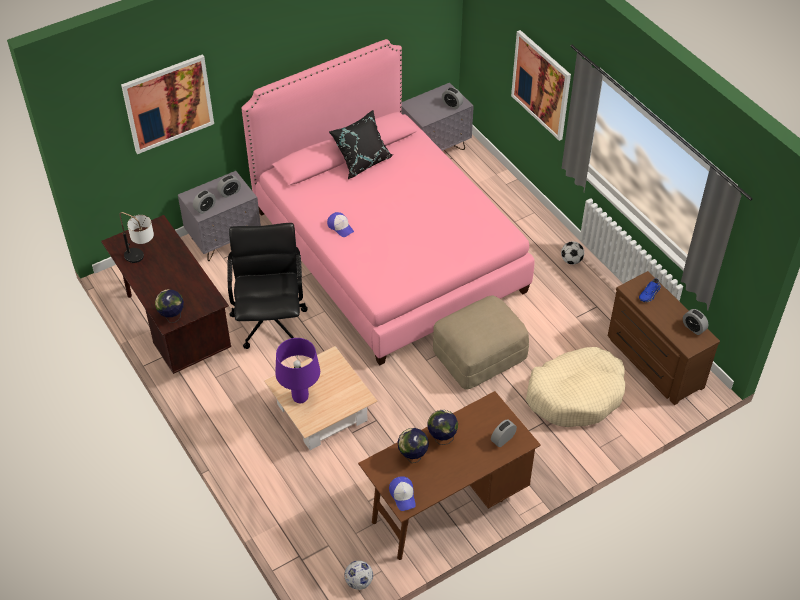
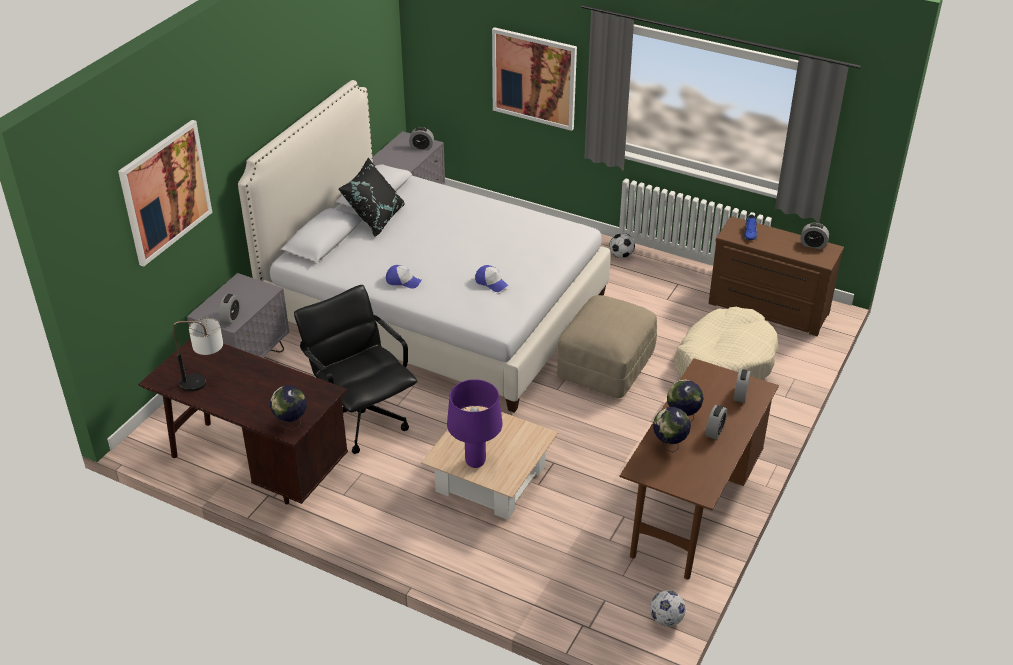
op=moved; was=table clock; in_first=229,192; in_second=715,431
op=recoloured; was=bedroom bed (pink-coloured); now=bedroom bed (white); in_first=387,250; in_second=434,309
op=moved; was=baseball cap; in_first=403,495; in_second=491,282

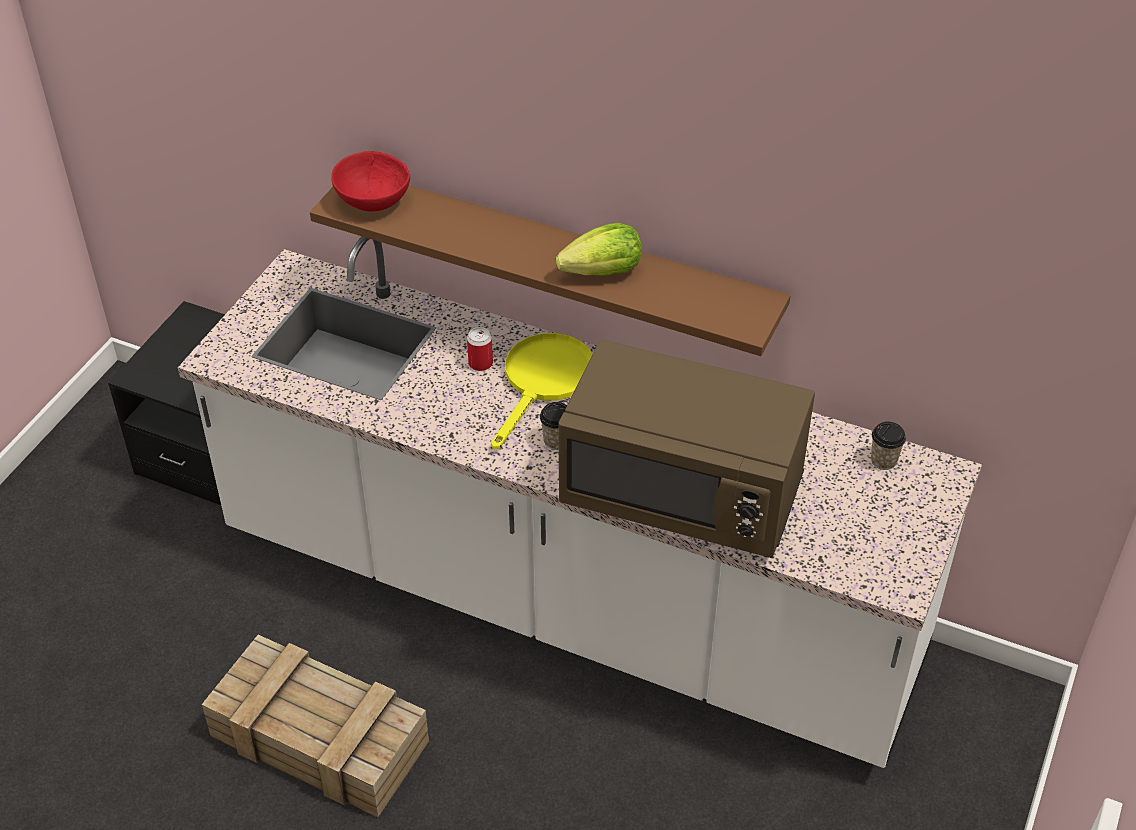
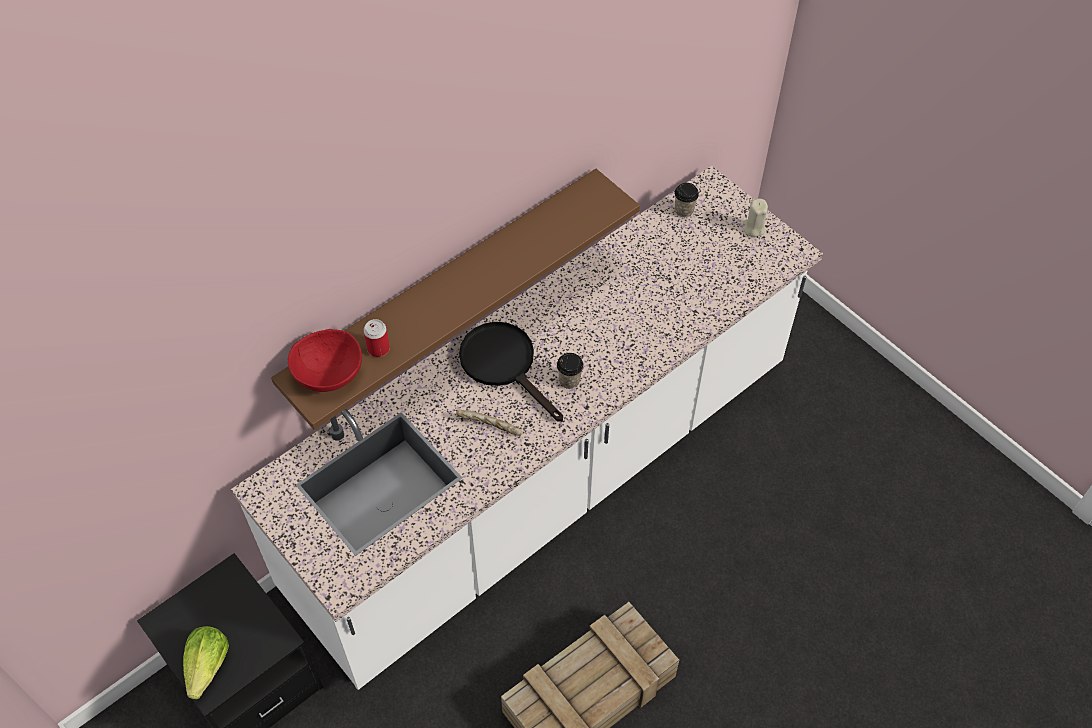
op=moved; was=metal can; in_first=480,363; in_second=378,348
op=recoloured; was=pan (yellowish); now=pan (black-coloured); in_first=544,382; in_second=504,365
op=moved; was=head of lettuce; in_first=603,272; in_second=208,666
op=removed; was=kitchen microwave (brown-coloured); in_first=683,493
op=added; now=bakery bread; in_second=489,426
op=added; now=wax candle (beige); in_second=753,228

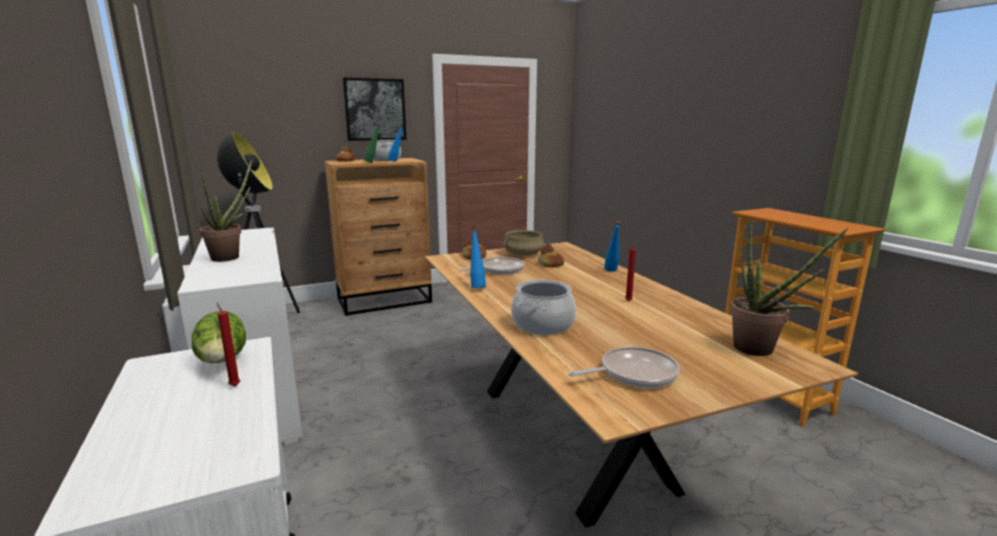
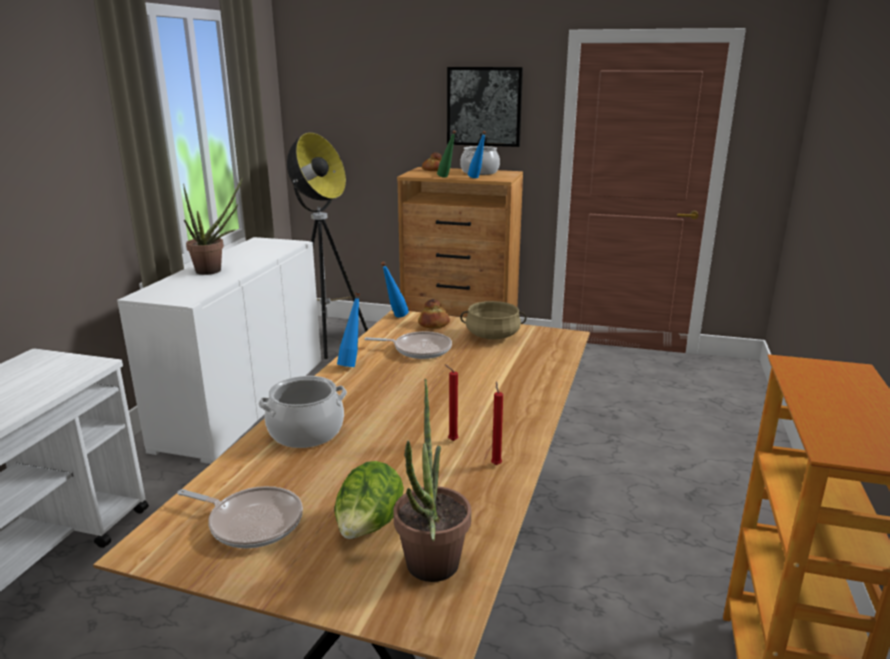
op=moved; was=head of lettuce; in_first=223,362; in_second=369,528
op=moved; was=wax candle (red-coloured); in_first=234,385; in_second=496,464
op=removed; was=bakery bread; in_first=551,264
op=moved; was=bottle (bluish); in_first=612,272; in_second=395,317

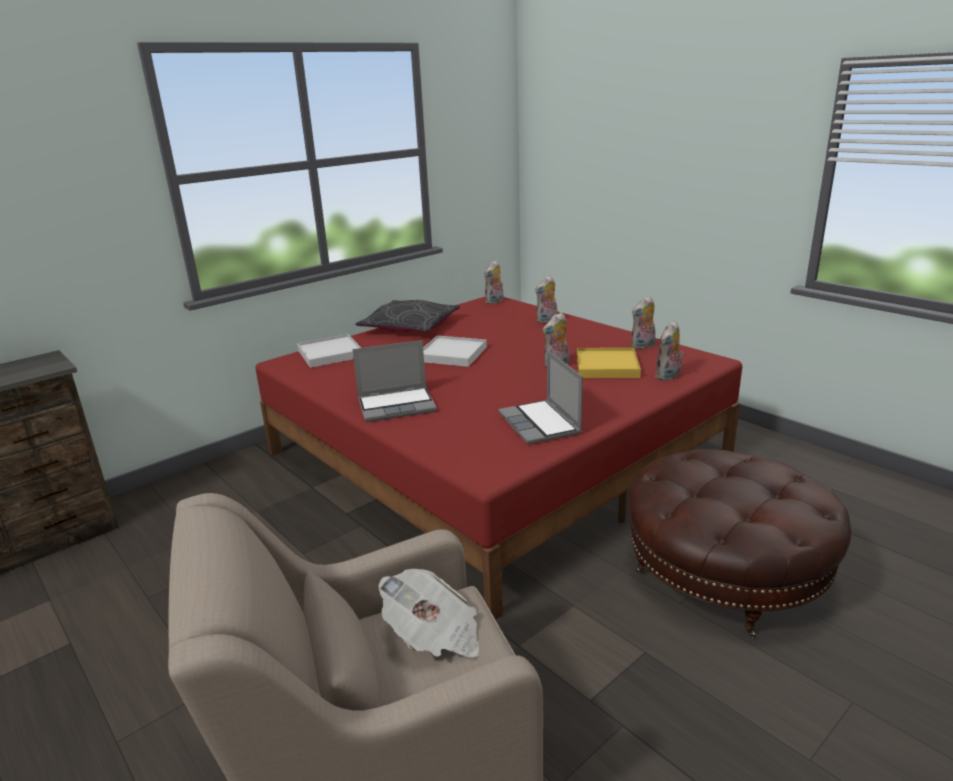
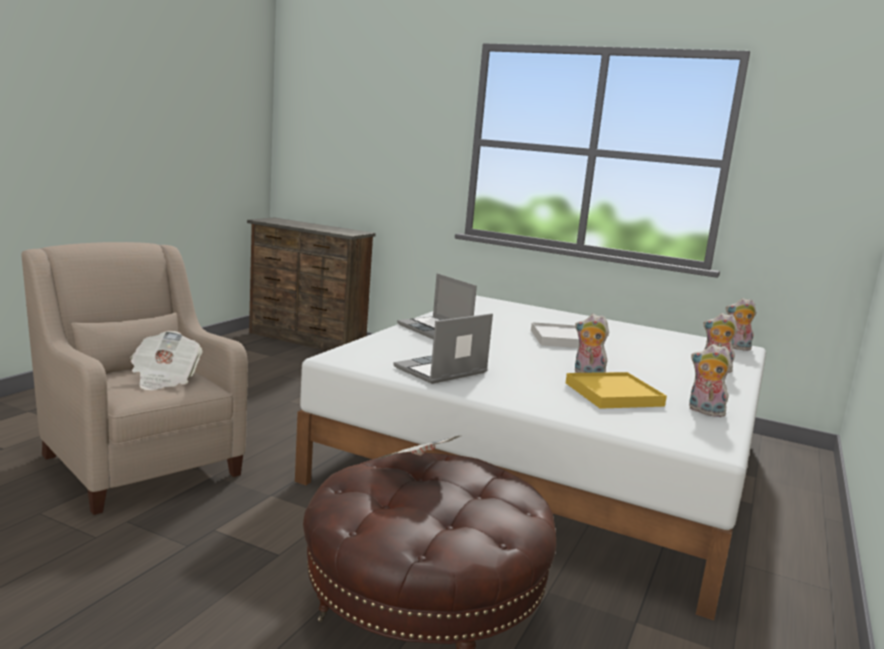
op=recoloured; was=bedroom bed (red-coloured); now=bedroom bed (white); in_first=494,456; in_second=550,459
op=removed; was=tray (white); in_first=330,354
op=removed; was=cushion (gray); in_first=410,327
op=removed; was=plush toy; in_first=668,376
op=added; now=newspaper; in_second=415,468

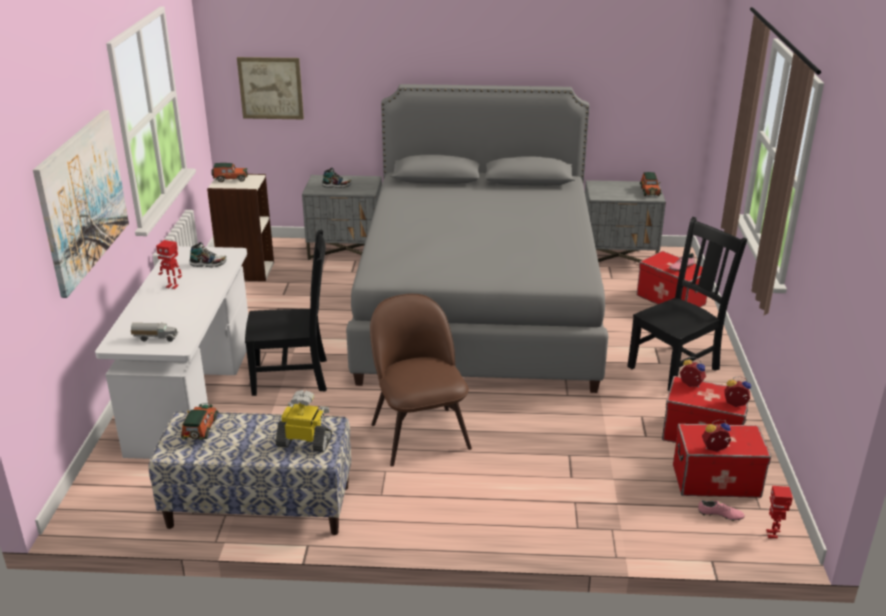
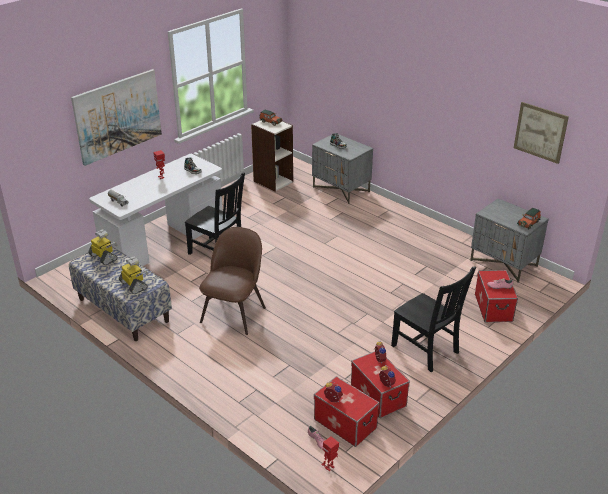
op=replaced; was=model car; now=model robot; in_first=200,430; in_second=104,257
op=moved; was=wall picture; in_first=270,88; in_second=540,132
op=removed; was=bedroom bed (gray); in_first=478,307
op=turned; was=upright chair (black-coloured); in_first=676,367; in_second=426,350; clockwise=45

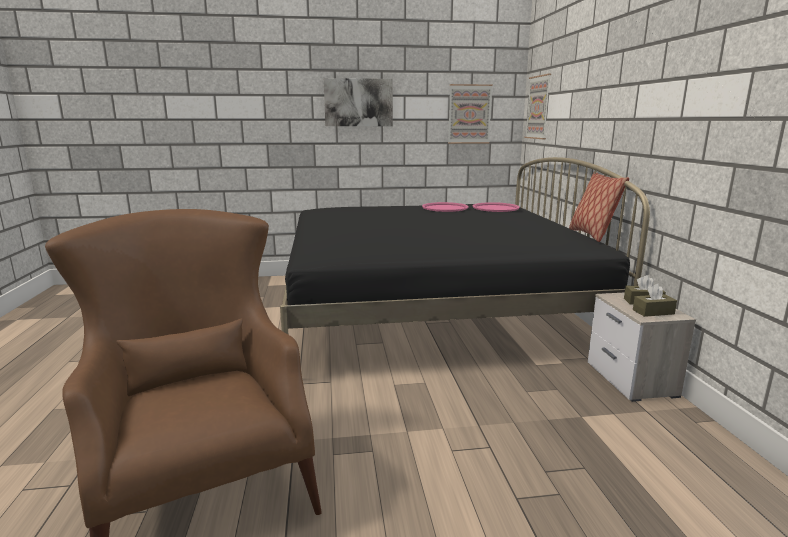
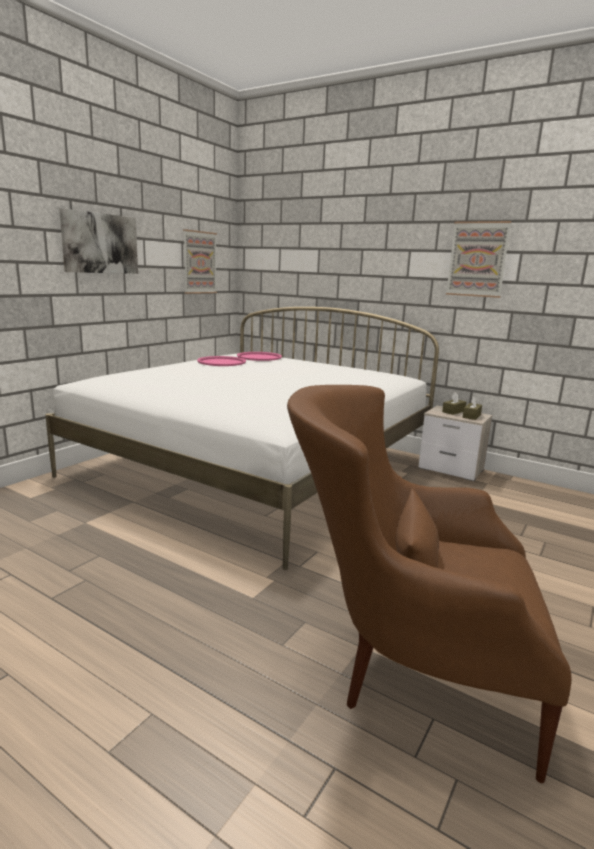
op=recoloured; was=bedroom bed (black-coloured); now=bedroom bed (white); in_first=431,309; in_second=256,466
op=moved; was=wall picture; in_first=538,107; in_second=477,259
op=removed; was=cushion; in_first=592,235

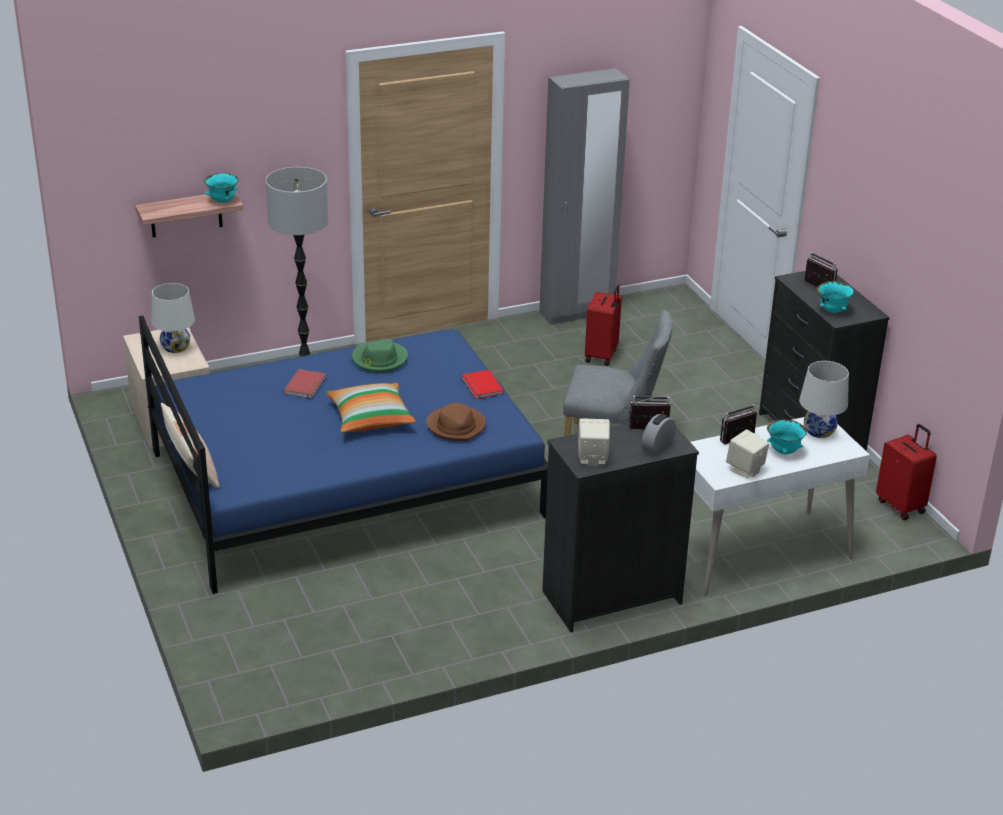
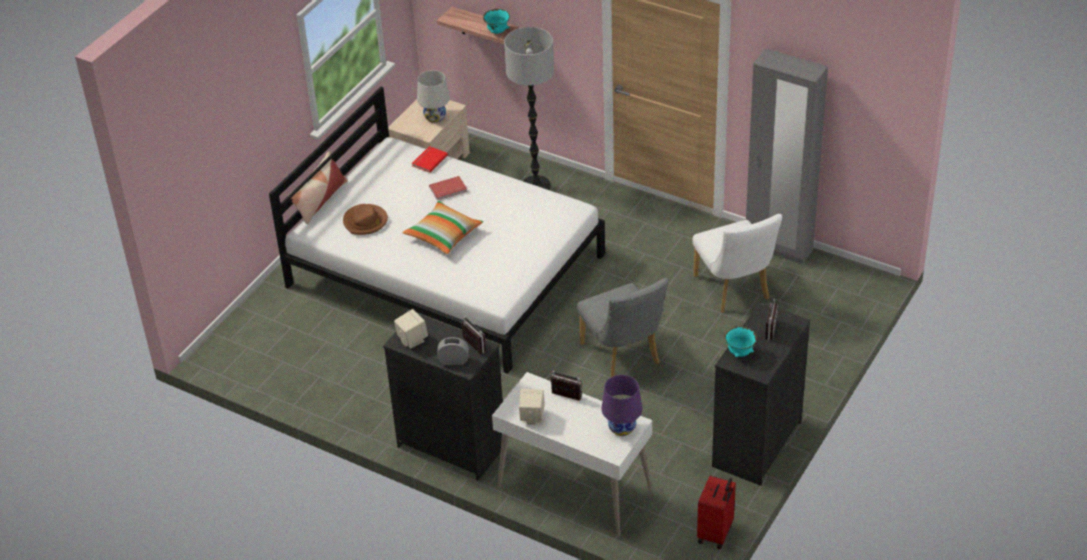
op=recoloured; was=bedroom bed (bluish); now=bedroom bed (white); in_first=345,482; in_second=446,269
op=removed; was=wearable hat (green); in_first=379,359
op=moved; was=wearable hat (brown-coloured); in_first=456,426; in_second=365,221
op=moved; was=book (red-coloured); in_first=481,386; in_second=428,160
op=replaced; was=suitcase (red-coloured); now=upright chair (white); in_first=602,356; in_second=734,291
op=removed; was=bowl (blue-green); in_first=784,451
op=recoloured; was=lamp for a table (white); now=lamp for a table (purple-coloured); in_first=819,431; in_second=622,428

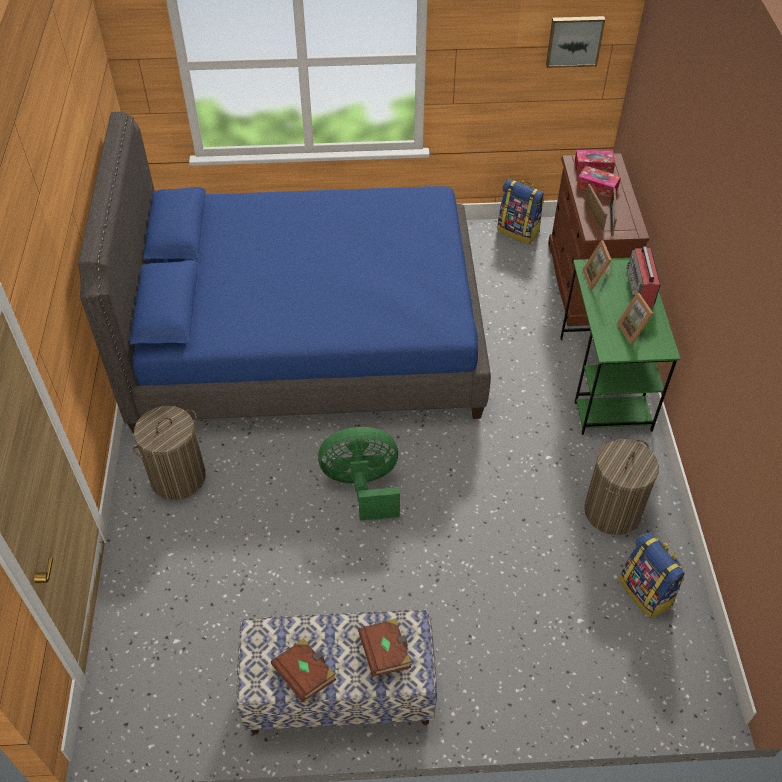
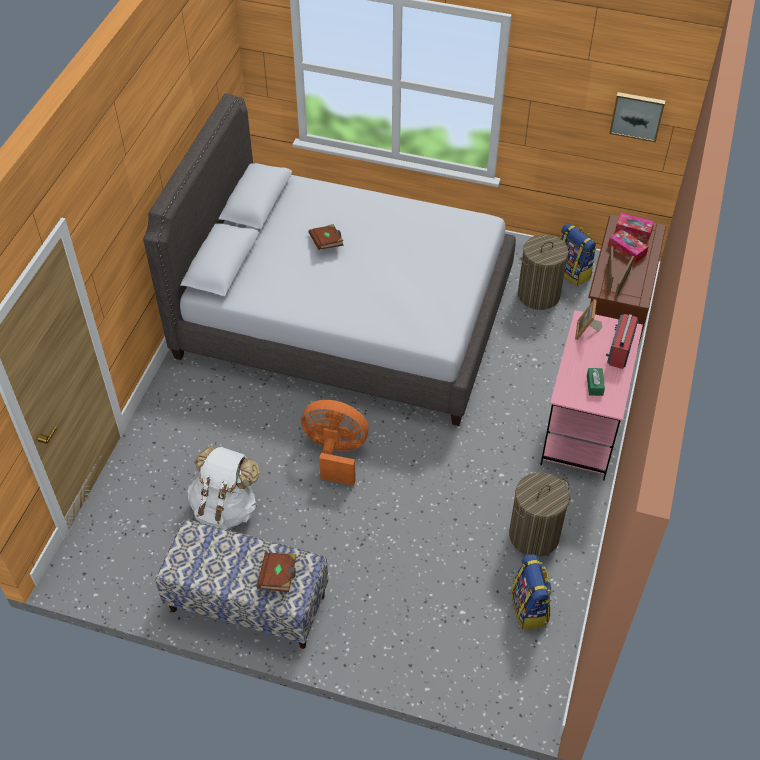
op=recoloured; was=bedroom bed (bluish); now=bedroom bed (gray); in_first=307,337; in_second=344,318
op=moved; was=hamper; in_first=178,477; in_second=538,295
op=moved; was=book (brown-coloured); in_first=305,674; in_second=327,243
op=recoloured; was=cooling fan (green); now=cooling fan (orange); in_first=363,487; in_second=335,453
op=recoloured; was=desk table (green); now=desk table (pink-coloured); in_first=604,383; in_second=582,427
op=replaced; was=photo frame; now=tissue box (green); in_first=634,331; in_second=594,385
op=added; now=knapsack (white); in_second=226,508

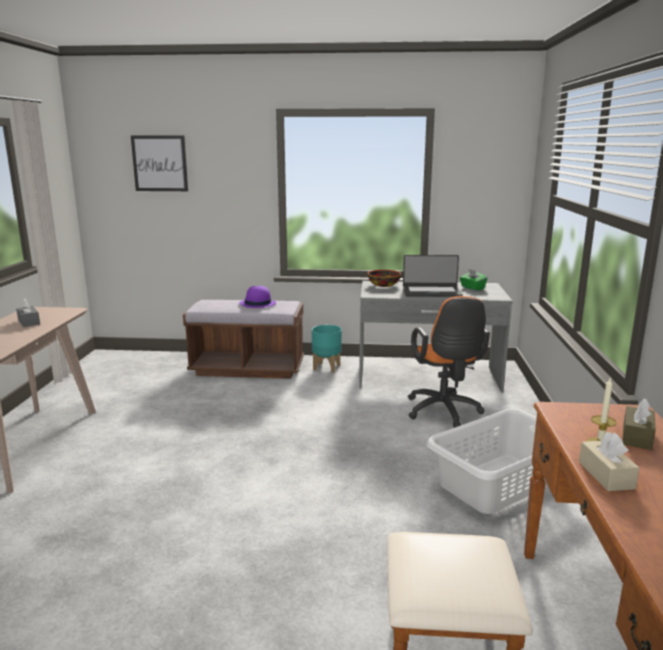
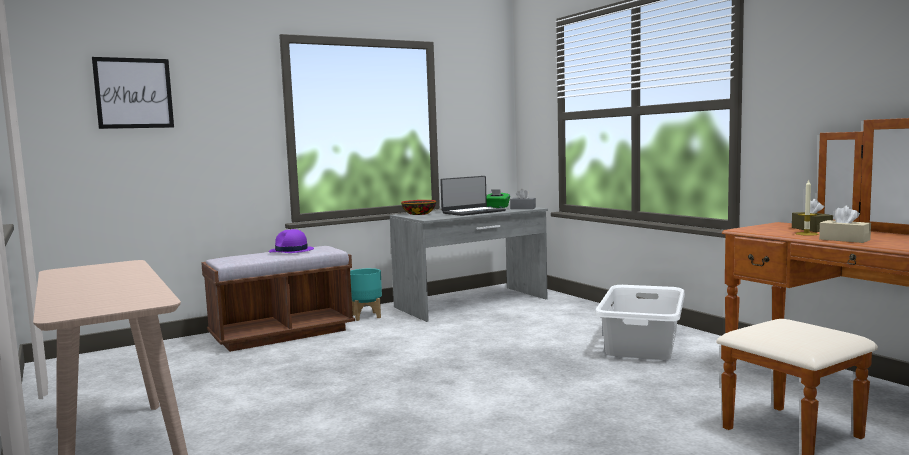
op=moved; was=tissue box (gray); in_first=29,322; in_second=523,208
op=removed; was=office chair (orange); in_first=444,412

